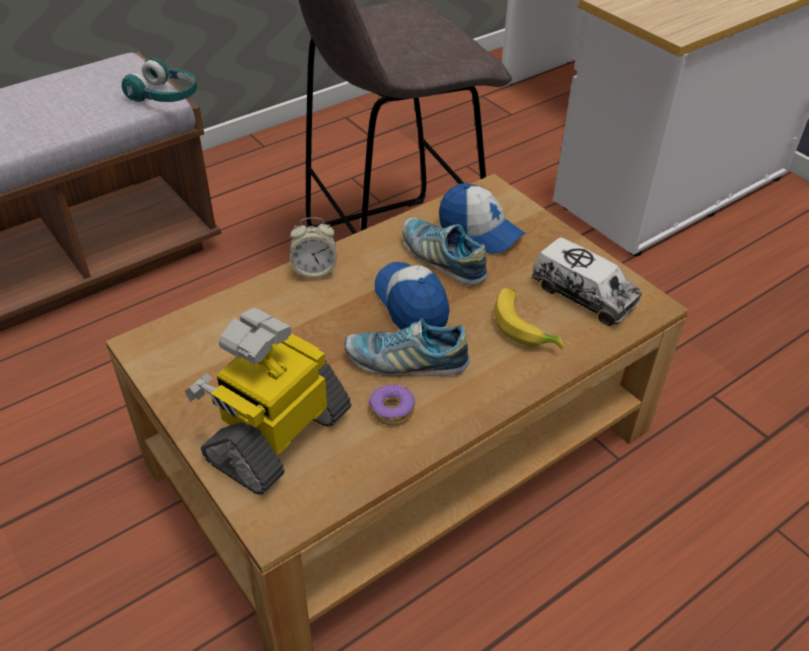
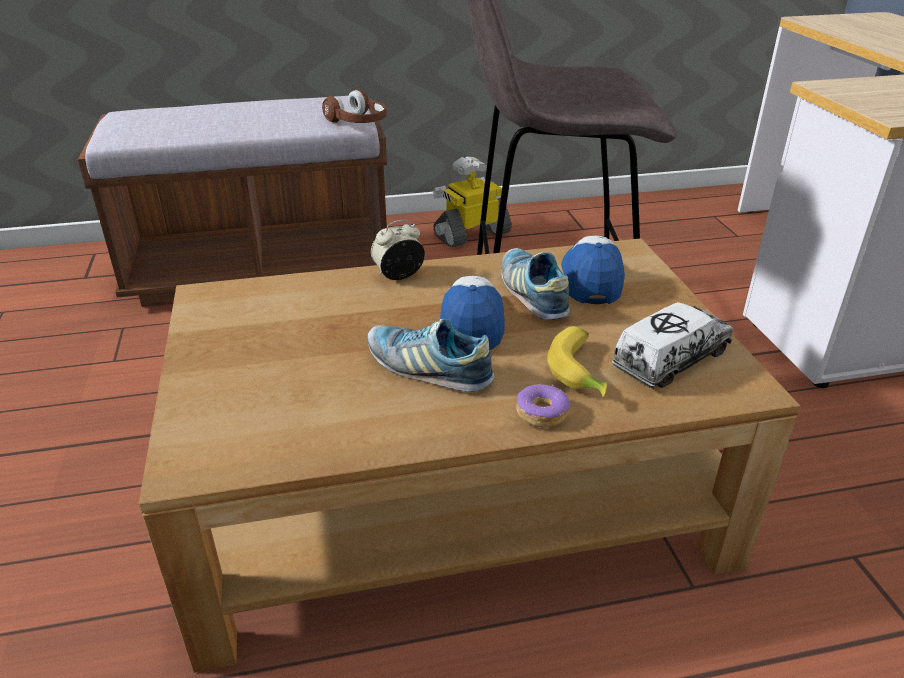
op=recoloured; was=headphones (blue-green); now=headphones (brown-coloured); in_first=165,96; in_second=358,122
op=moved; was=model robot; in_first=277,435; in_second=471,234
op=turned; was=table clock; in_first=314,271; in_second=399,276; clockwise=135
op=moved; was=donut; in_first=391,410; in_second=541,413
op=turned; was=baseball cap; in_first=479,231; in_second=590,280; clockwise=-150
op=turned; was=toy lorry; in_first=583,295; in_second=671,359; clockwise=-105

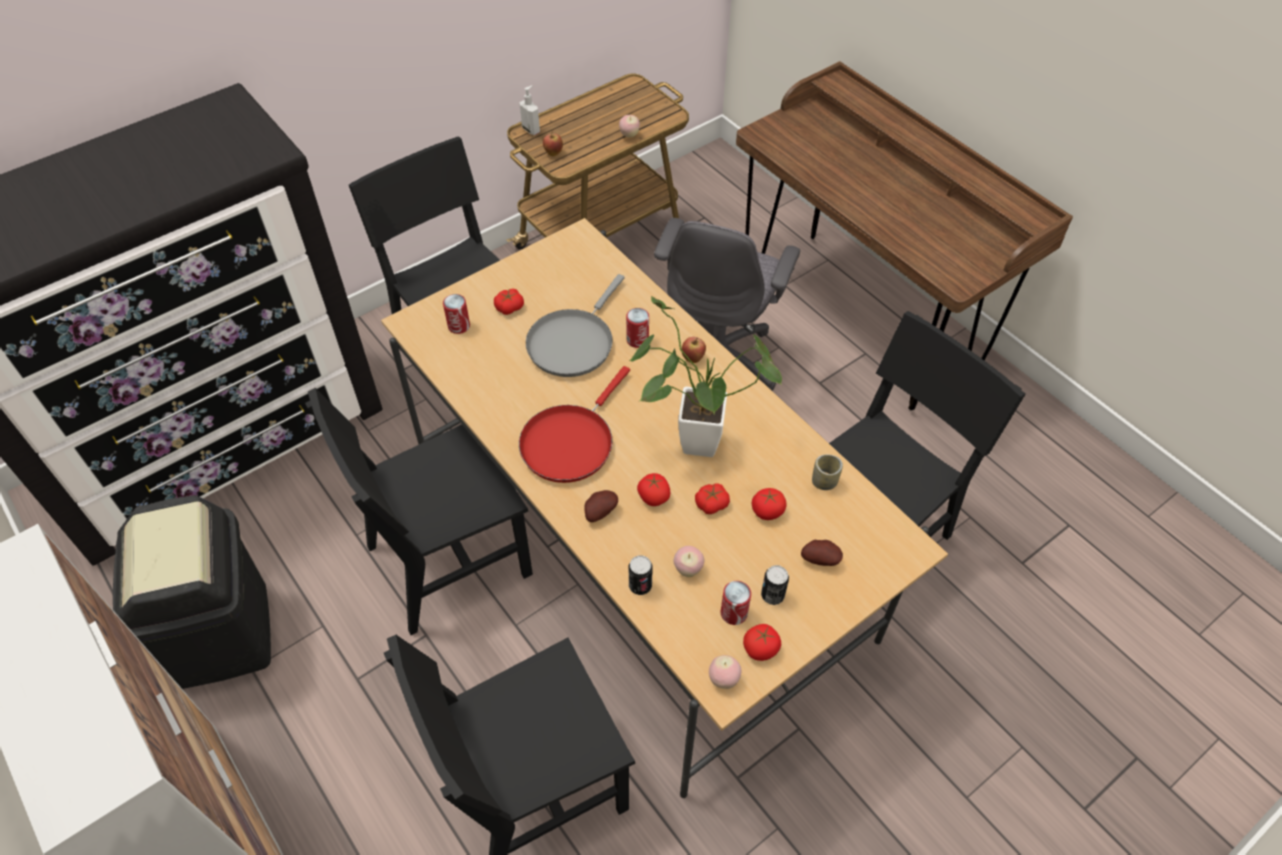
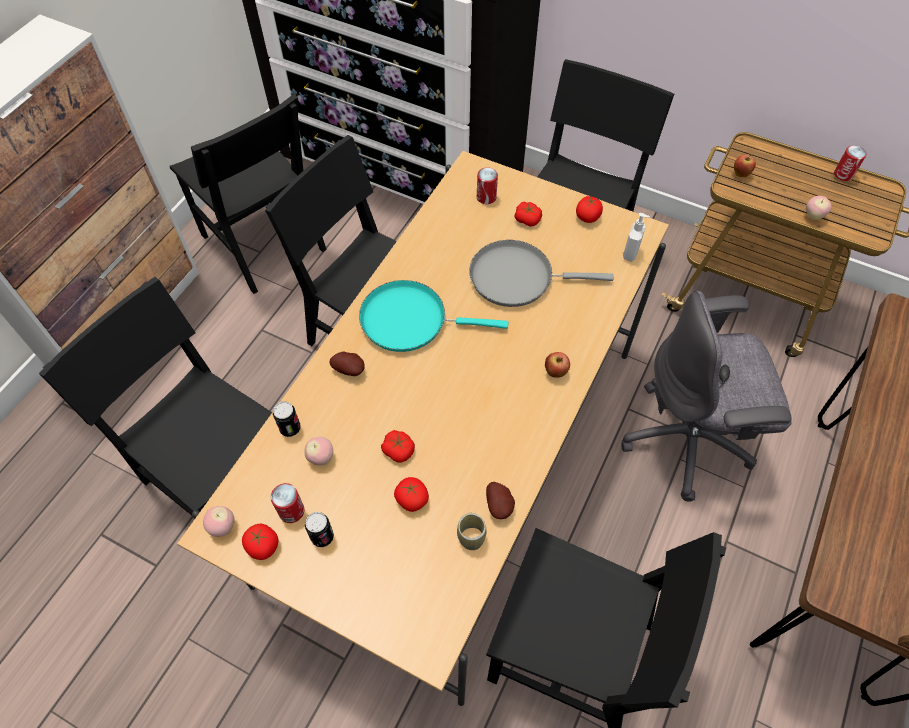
op=replaced; was=rubbish bin (black-coloured); now=upright chair (black-coloured); in_first=223,634; in_second=263,242
op=moved; was=soap dispenser; in_first=531,130; in_second=631,253
op=recoloured; was=pan (red-coloured); now=pan (blue-green); in_first=570,442; in_second=410,320
op=moved; was=metal can; in_first=637,340; in_second=843,174
op=removed; was=potted plant; in_first=690,442
op=moved; was=whole tomato; in_first=653,497; in_second=587,217
op=moved; was=spud; in_first=820,559; in_second=500,505

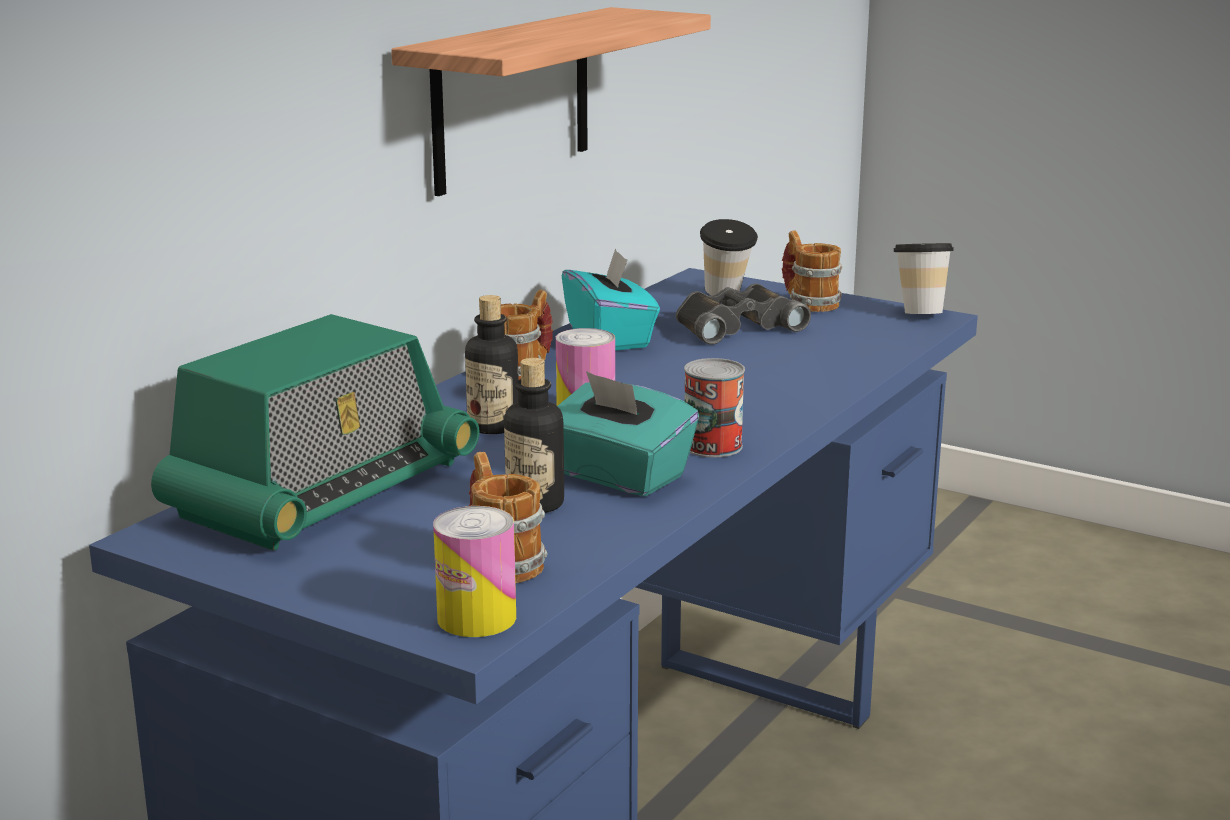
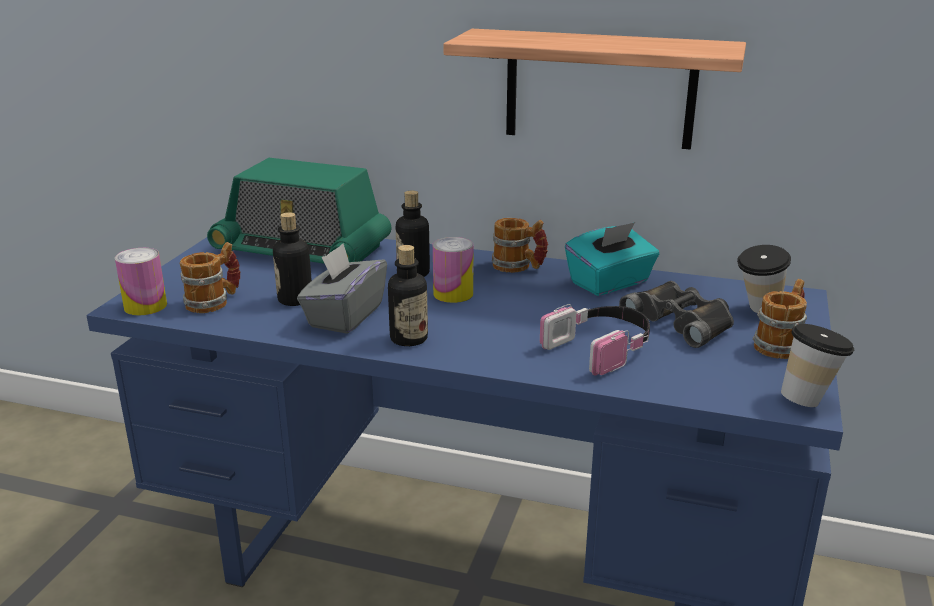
op=recoloured; was=tissue box (blue-green); now=tissue box (gray); in_first=617,476; in_second=345,316
op=replaced; was=metal can; now=bottle; in_first=712,446; in_second=409,339
op=added; now=headphones; in_second=601,348

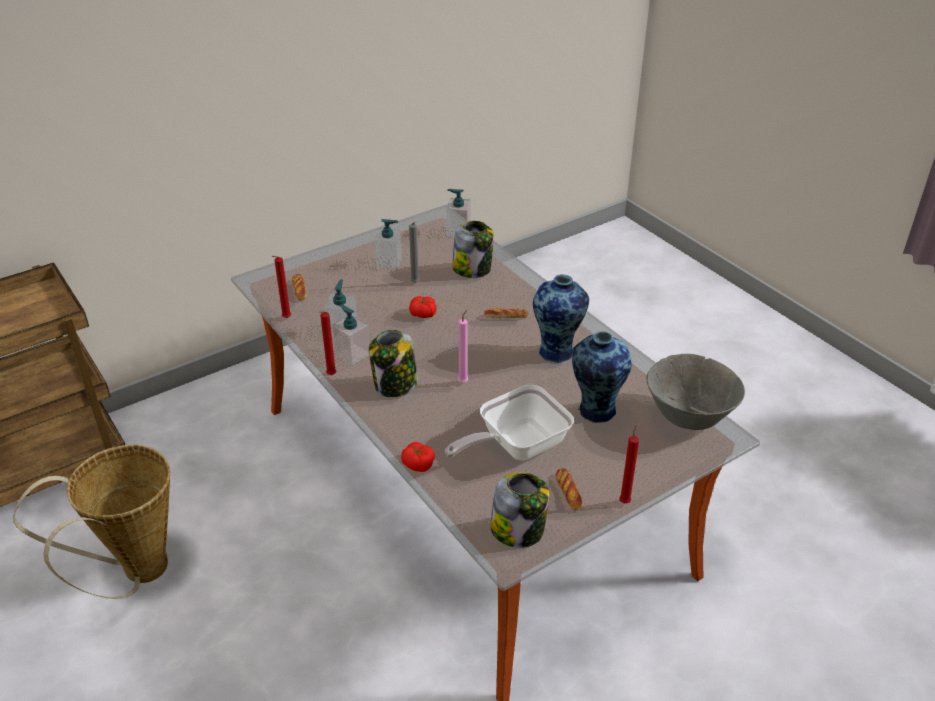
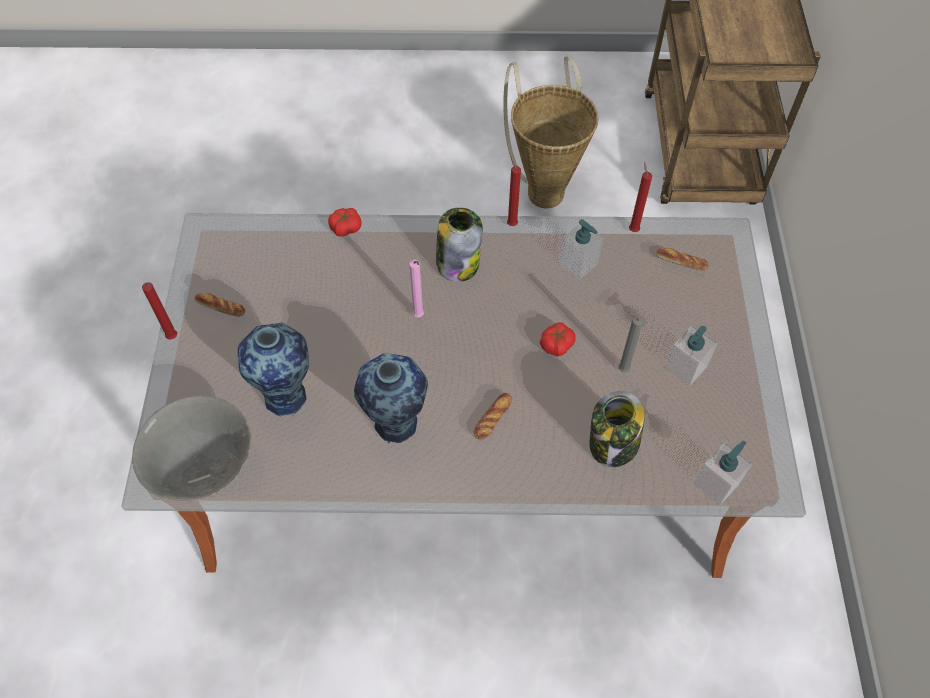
op=removed; was=soap dispenser; in_first=353,354
op=removed; was=pan; in_first=516,446
op=removed; was=preserve jar; in_first=518,530

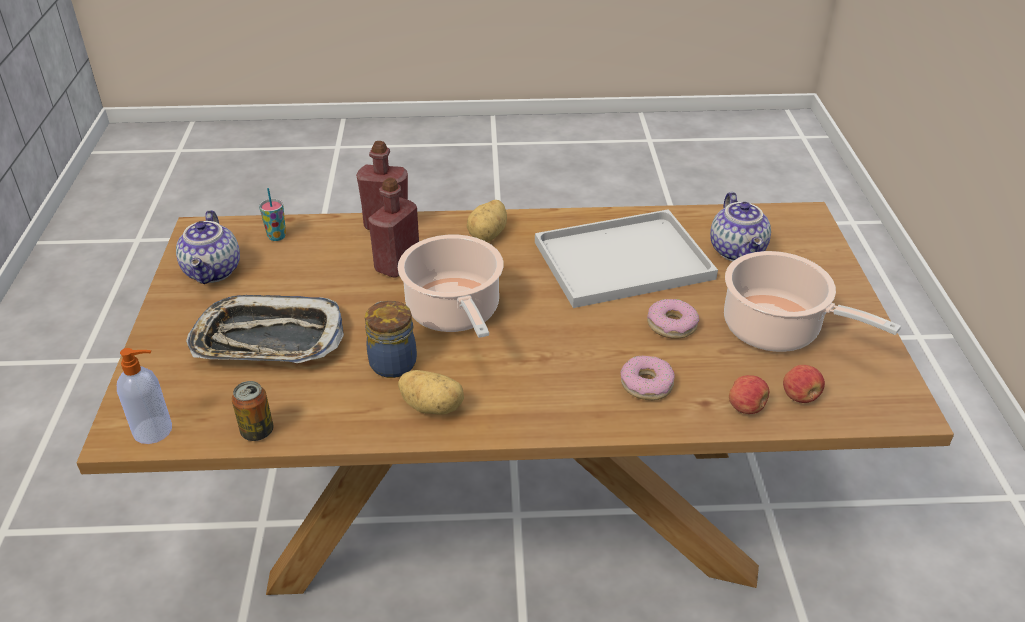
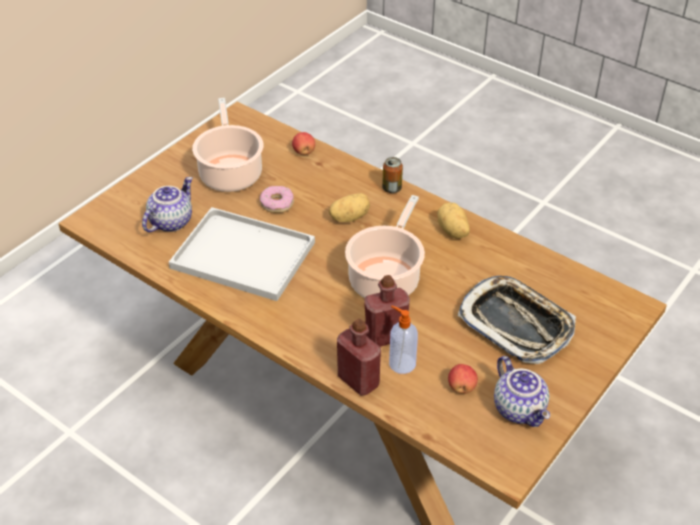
op=moved; was=soap dispenser; in_first=154,430; in_second=401,363
op=turned; was=pot for tea; in_first=214,272; in_second=520,409; clockwise=120
op=moved; was=metal can; in_first=257,431; in_second=392,188
op=removed; was=cup; in_first=277,236
op=removed; was=preserve jar; in_first=392,362
op=moved; was=spud; in_first=489,235; in_second=349,217
op=removed; was=donut; in_first=646,384
op=moved; was=whole apple; in_first=800,396; in_second=461,387

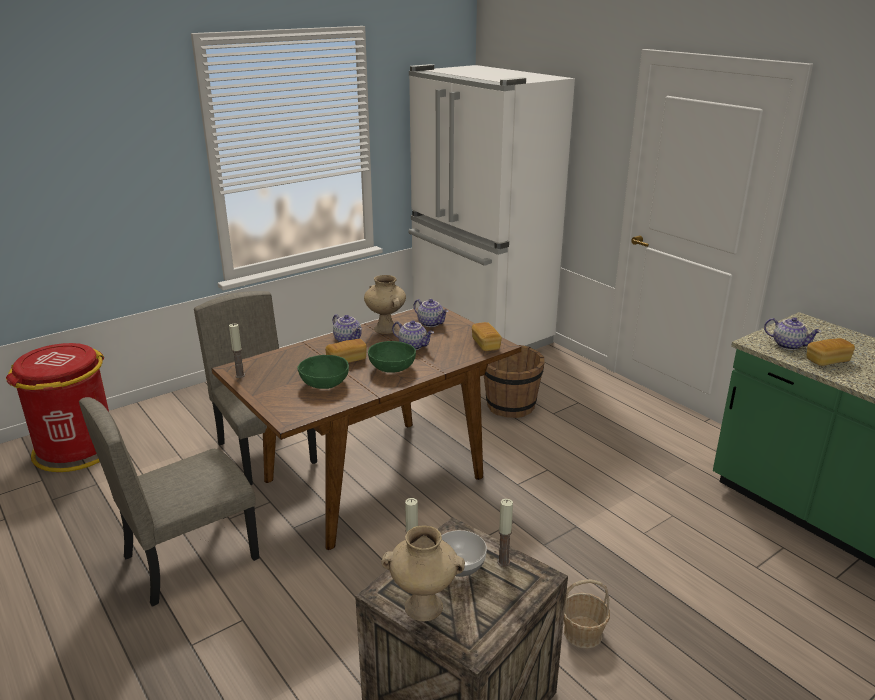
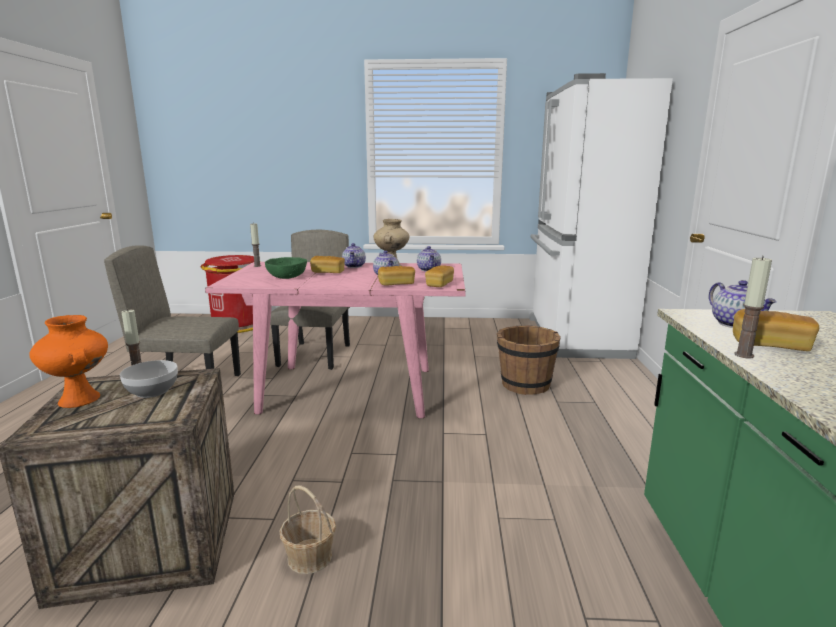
op=recoloured; was=dining table (brown-coloured); now=dining table (pink-coloured); in_first=375,478; in_second=351,390
op=removed; was=bowl (green); in_first=392,368
op=recoloured; was=vase (beige); now=vase (orange); in_first=424,606; in_second=81,399
op=moved; was=wax candle; in_first=503,562; in_second=744,355
op=added; now=bakery bread; in_second=396,284

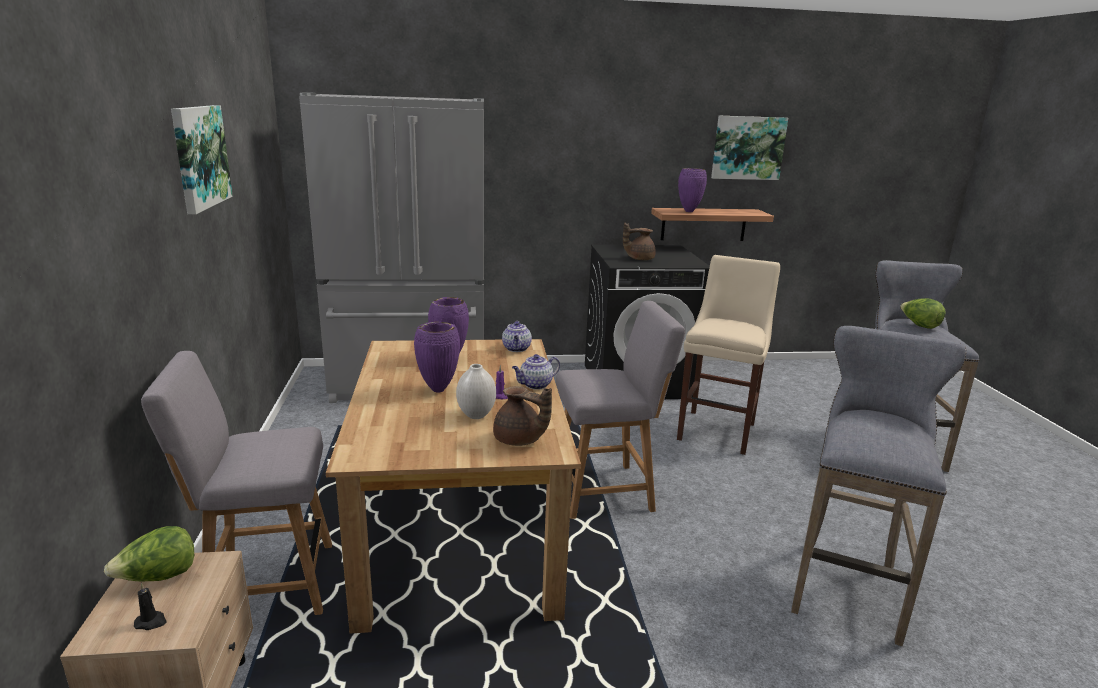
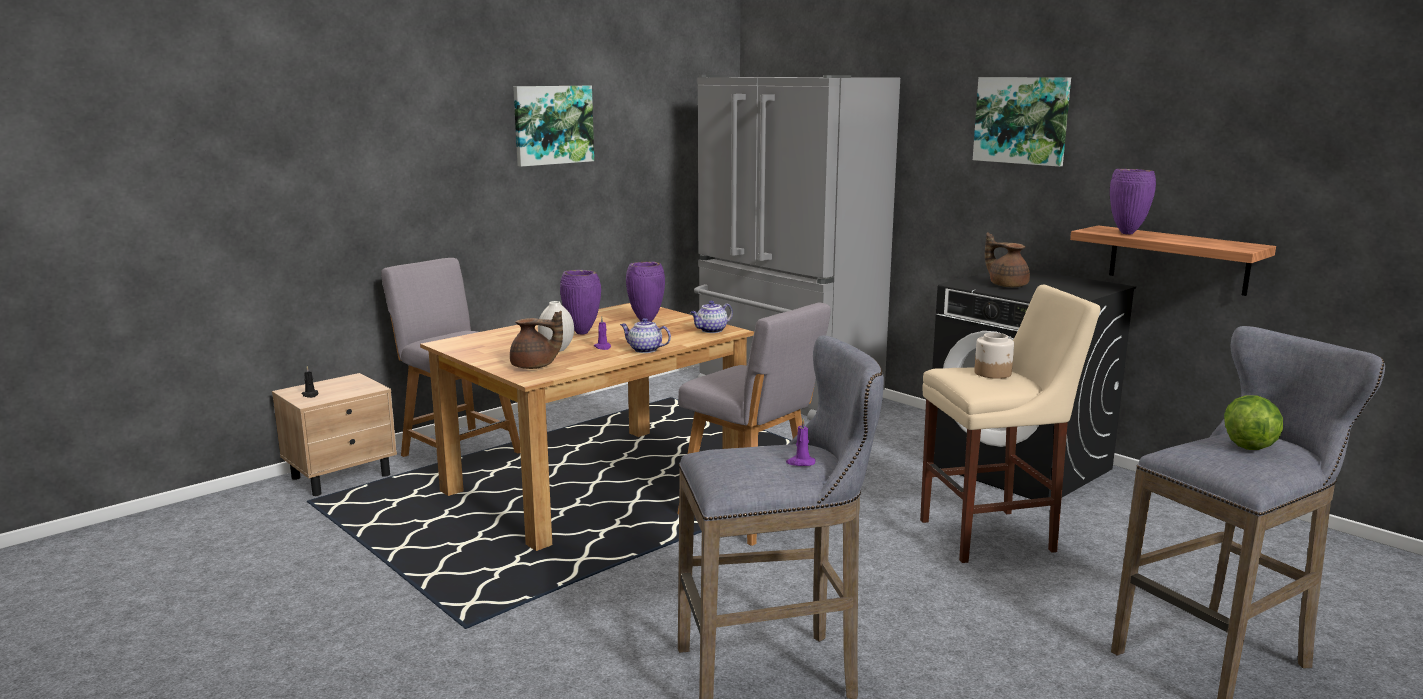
op=removed; was=head of lettuce; in_first=158,578
op=turned; was=pot for tea (brown-coloured); in_first=519,440; in_second=534,367; clockwise=-75
op=moved; was=wall picture; in_first=748,148; in_second=1022,120
op=added; now=wax candle (purple-coloured); in_second=800,462
op=added; now=preserve jar; in_second=993,373

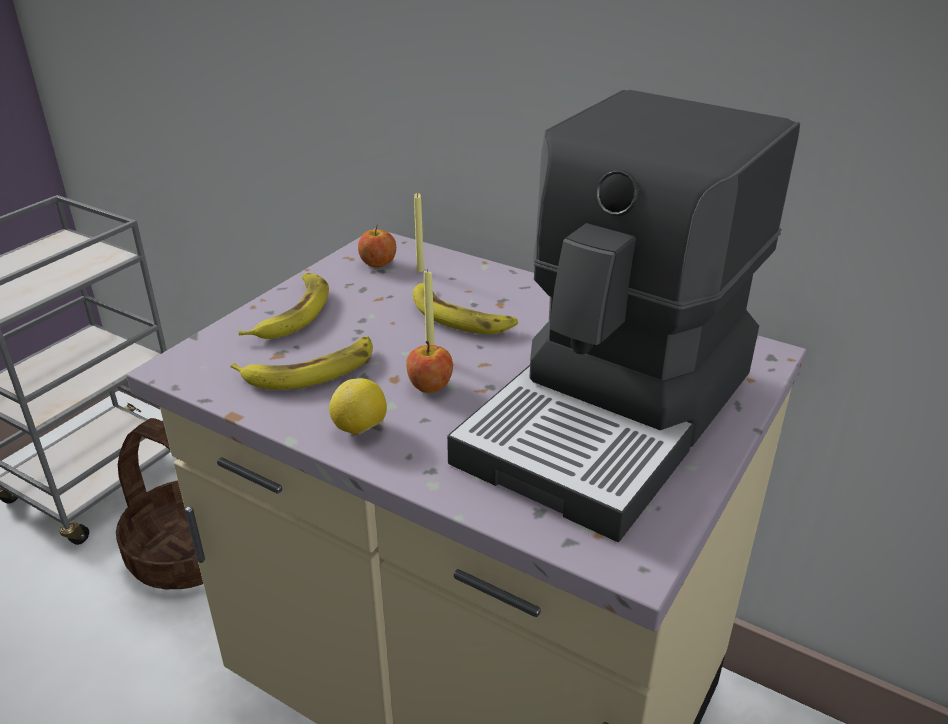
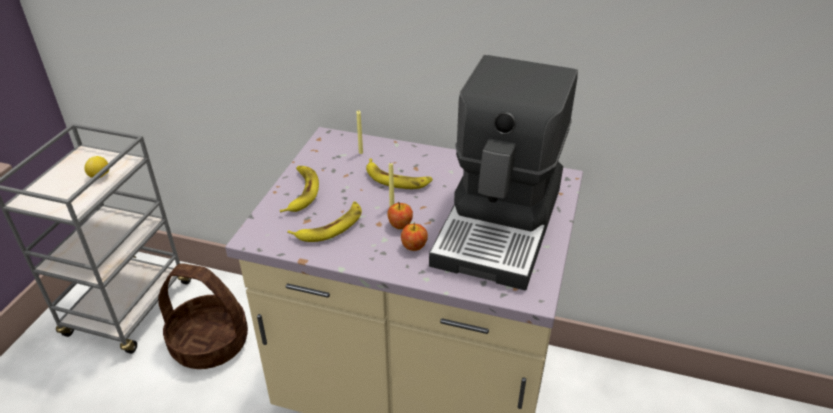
op=moved; was=whole lemon; in_first=360,429; in_second=100,176
op=moved; was=whole apple; in_first=378,263; in_second=414,246

